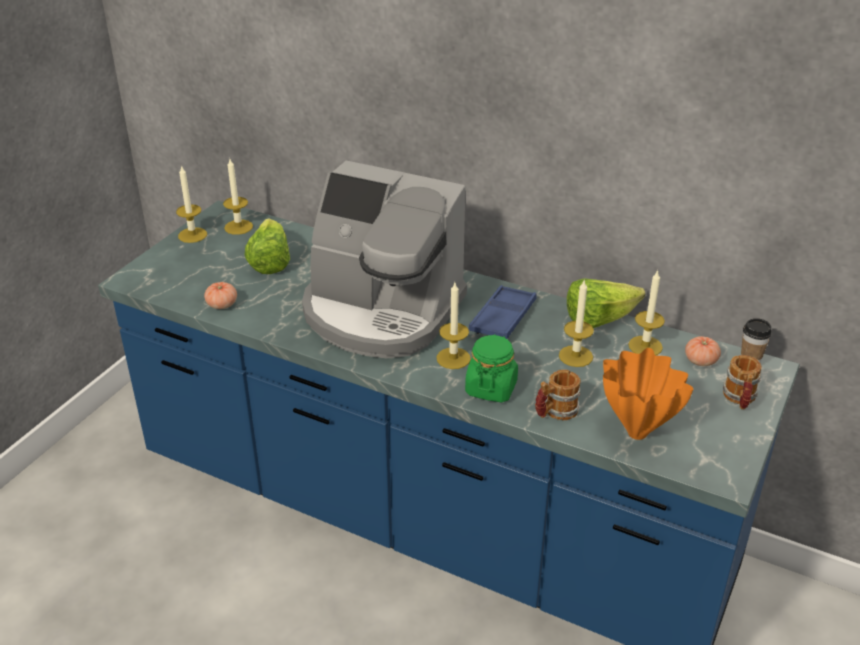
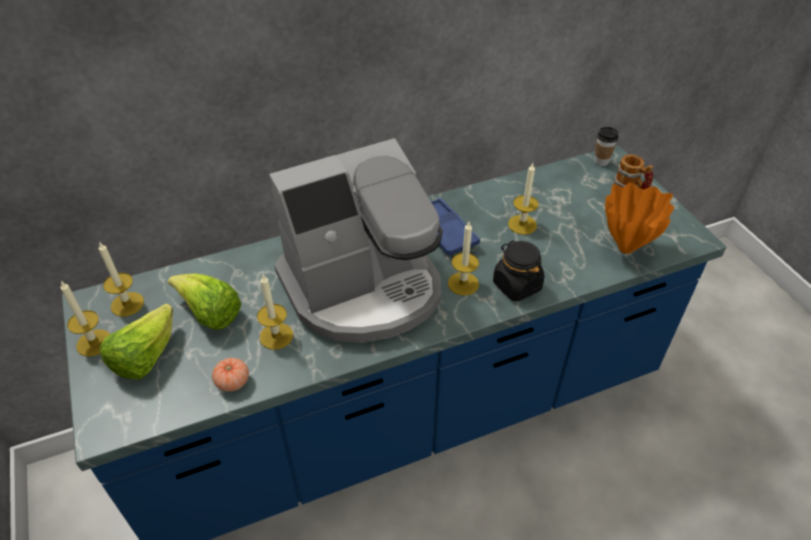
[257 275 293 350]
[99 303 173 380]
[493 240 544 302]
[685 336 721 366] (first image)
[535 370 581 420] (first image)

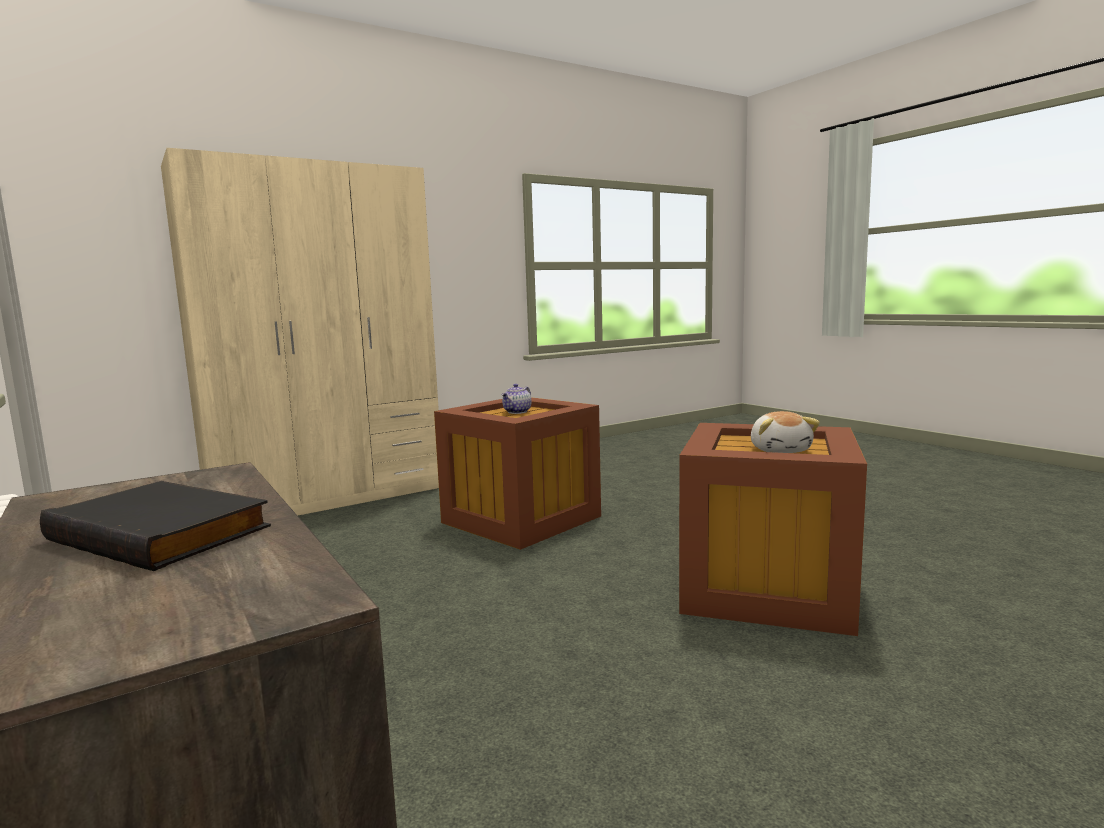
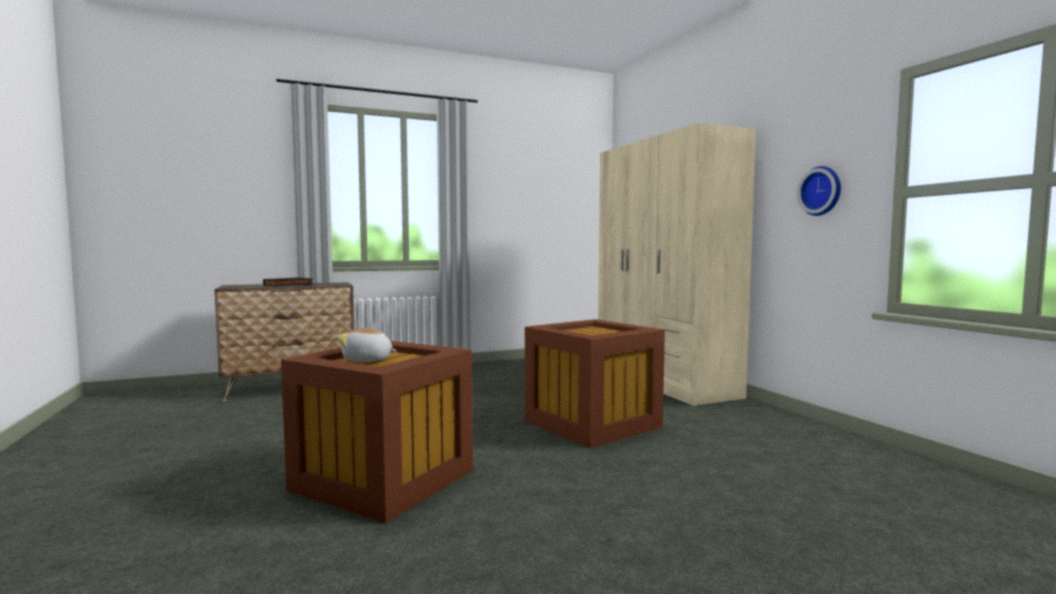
[501 384 531 414] (first image)
[797 166 841 216]

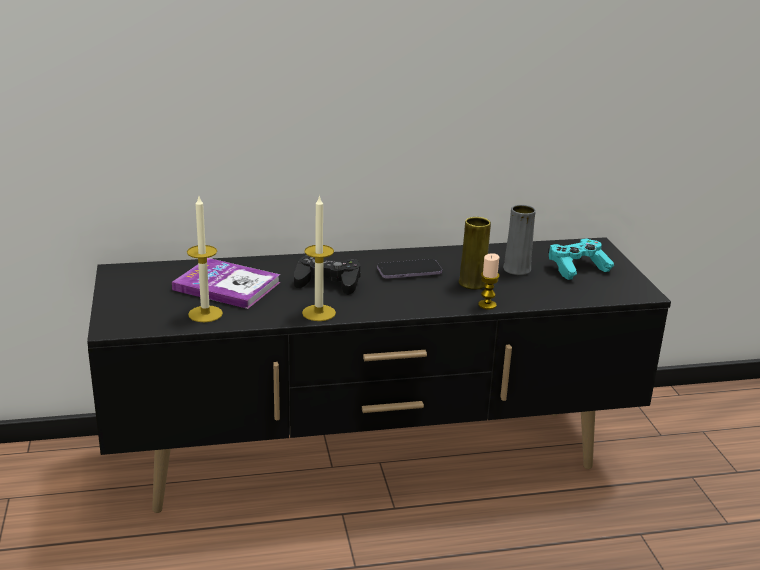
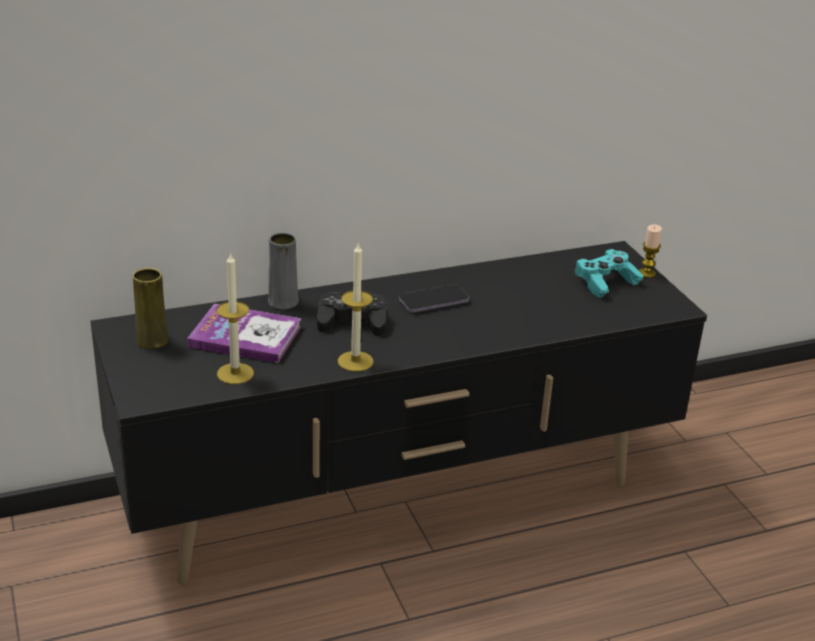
[268 232 299 310]
[133 268 169 349]
[639 224 662 278]

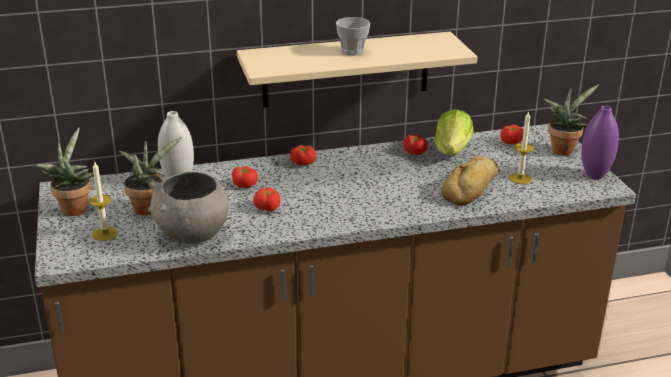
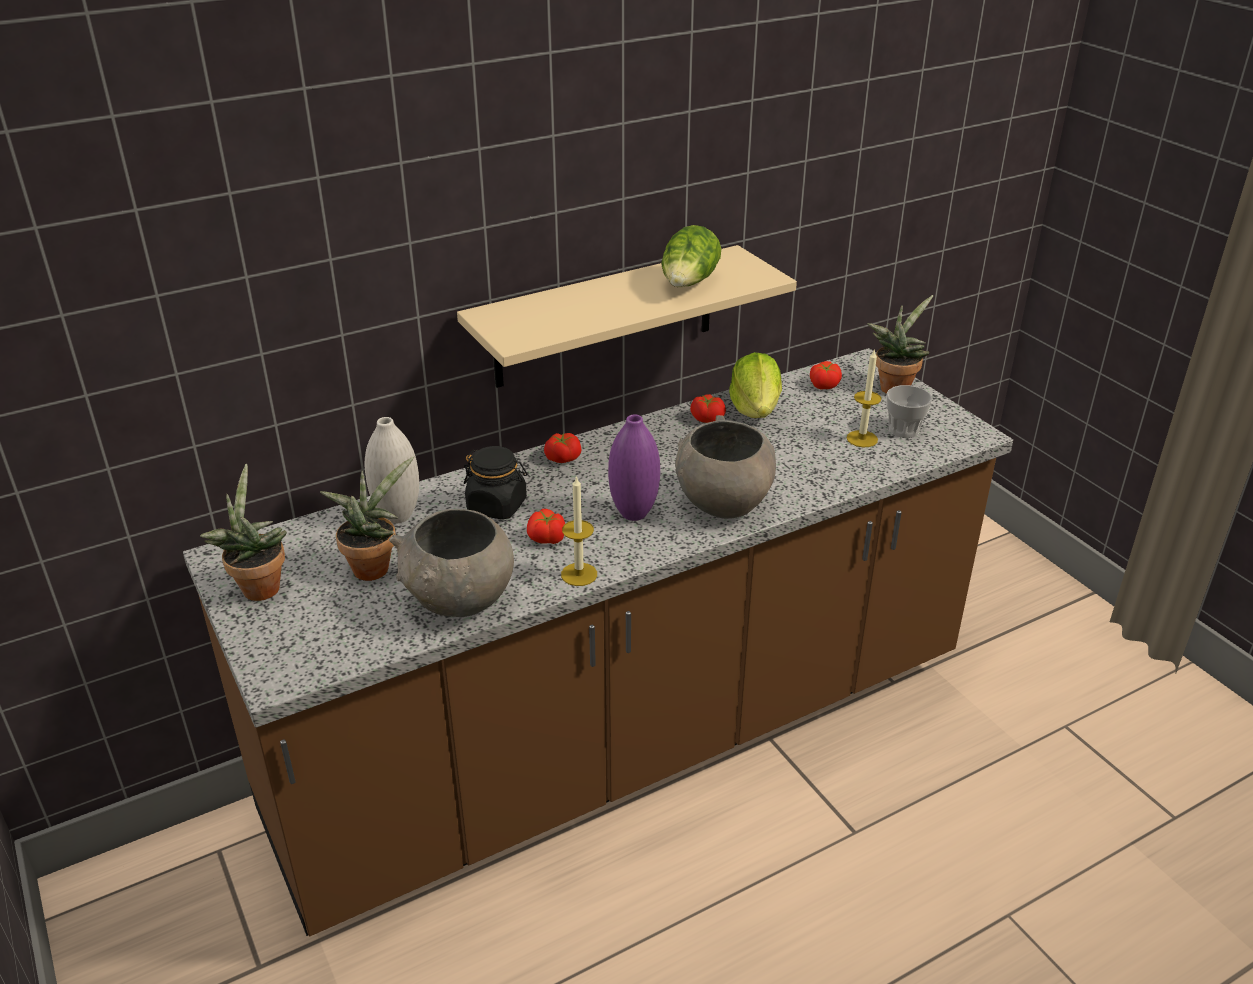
[886 385 933 438]
[608 415 660 521]
[441 156 498 206] (first image)
[561 476 597 586]
[464 446 527 519]
[661 225 721 287]
[675 415 776 519]

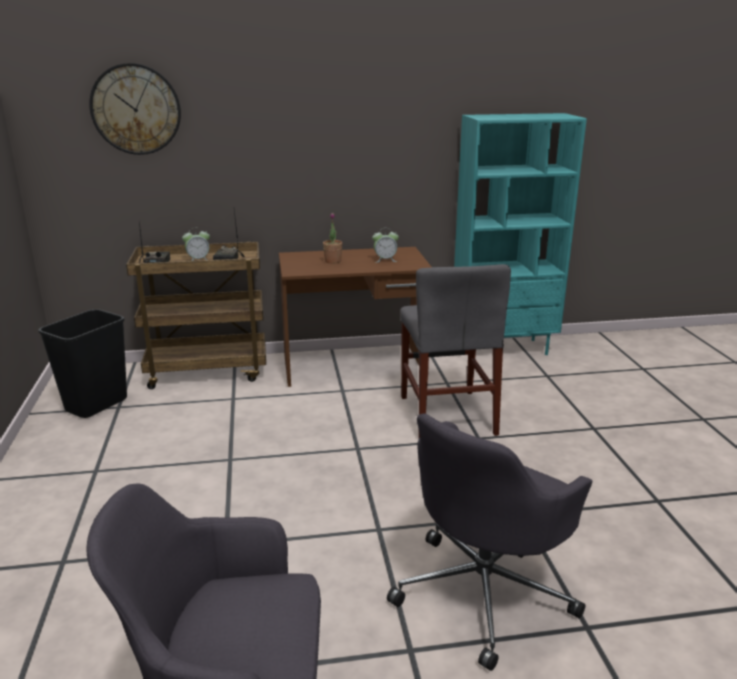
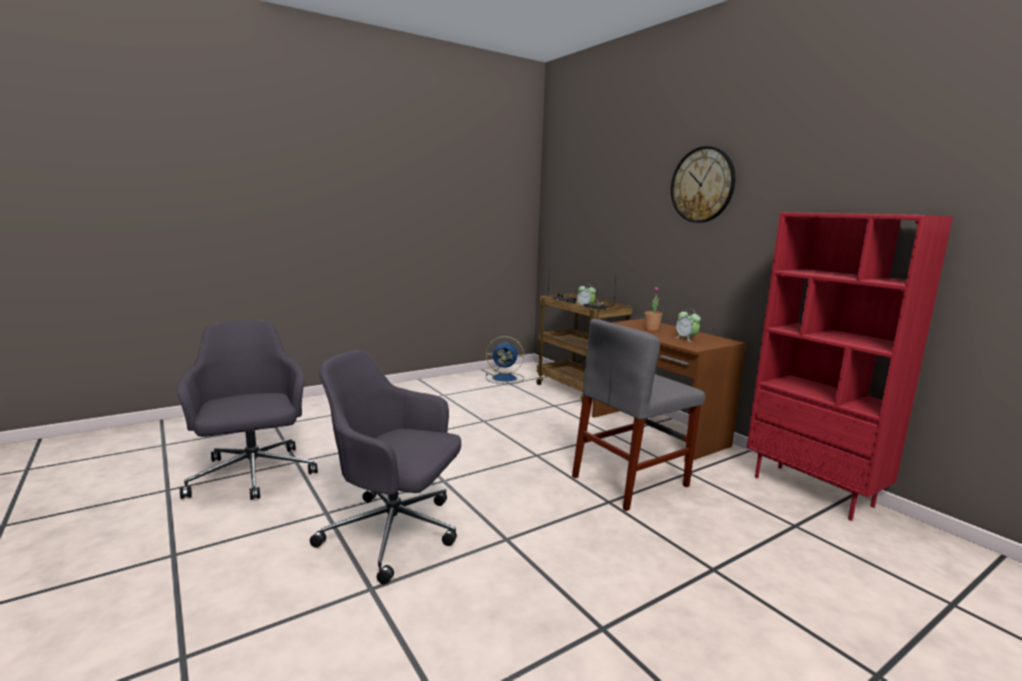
[671 146 735 223]
[747 212 953 521]
[486 336 524 384]

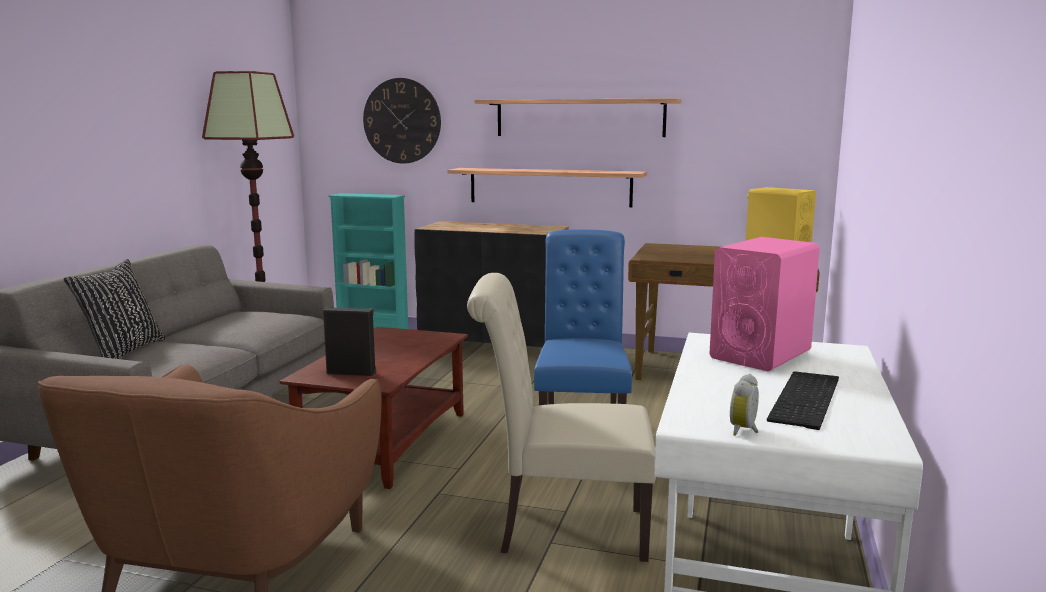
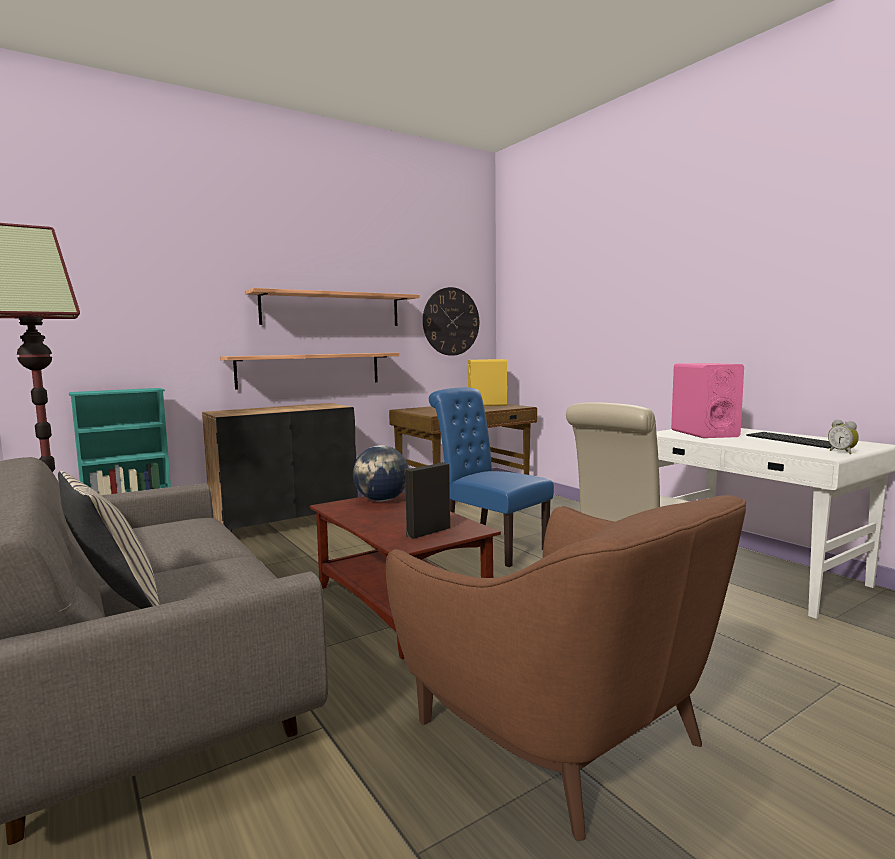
[423 287 479 356]
[58 471 160 609]
[353 445 408 501]

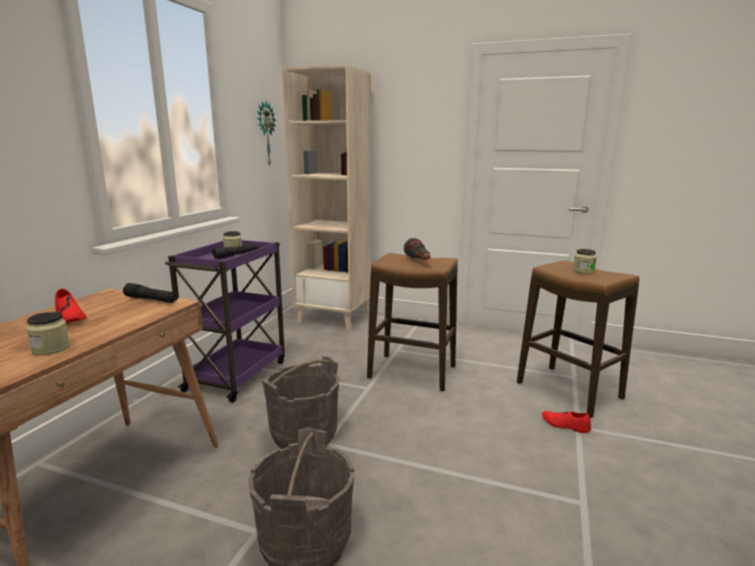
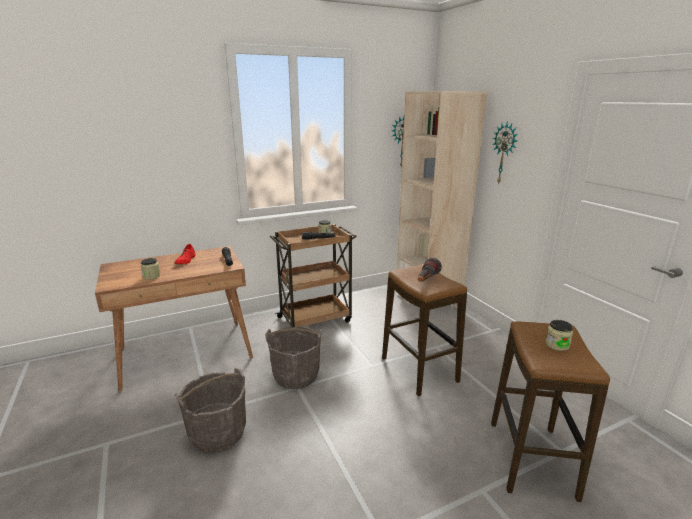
[270 224 357 327]
[542 411 591 433] (first image)
[492 122 518 185]

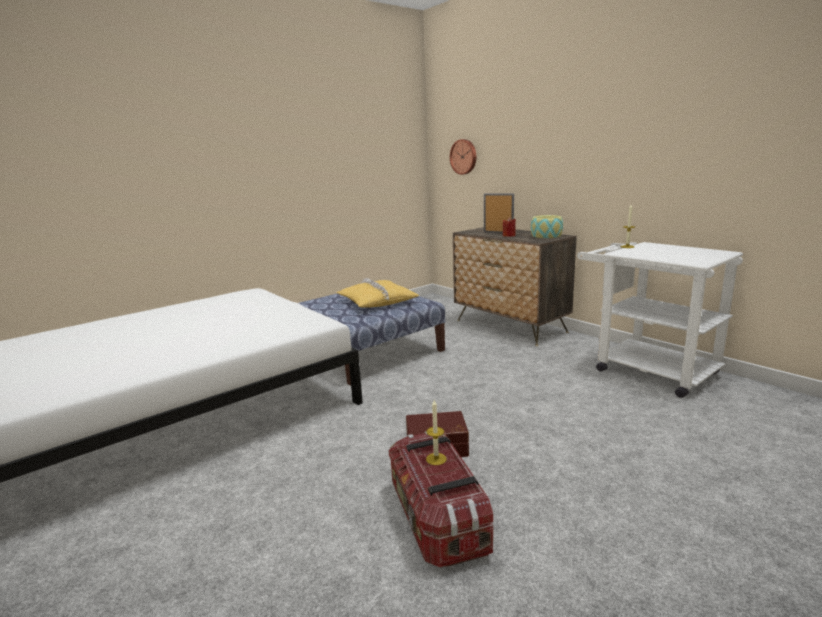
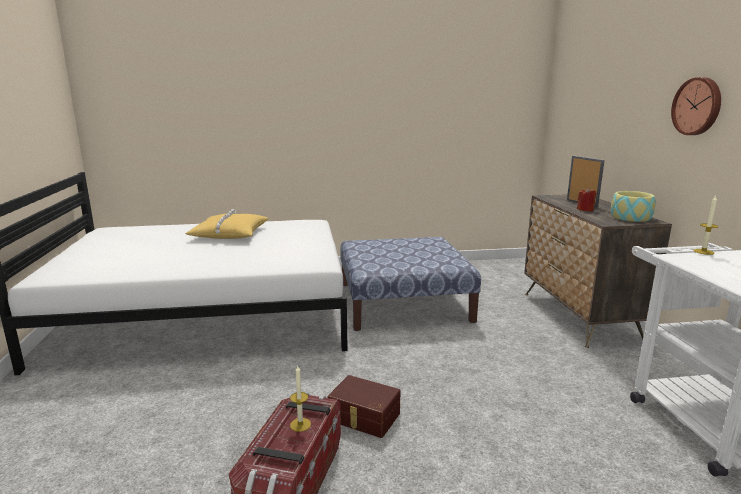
[671 77 721 135]
[185 209 268 239]

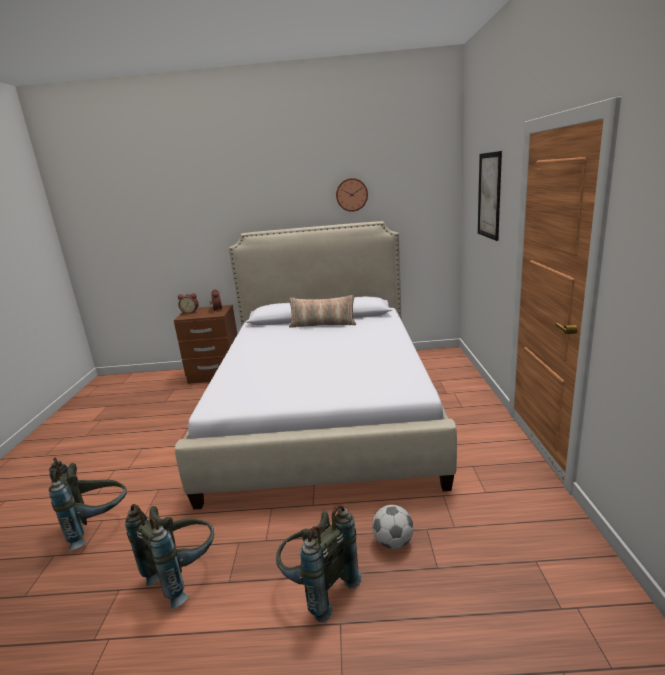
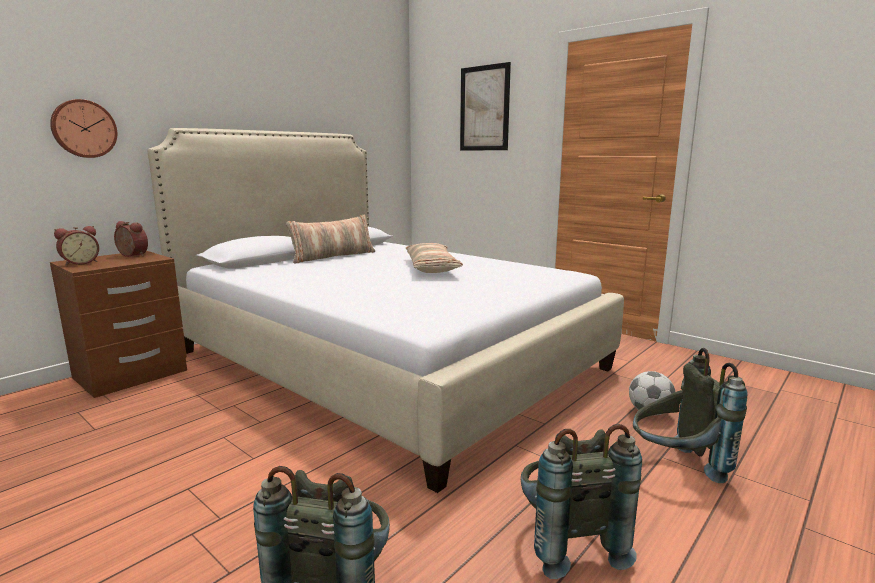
[50 99 117 158]
[406 243 463 273]

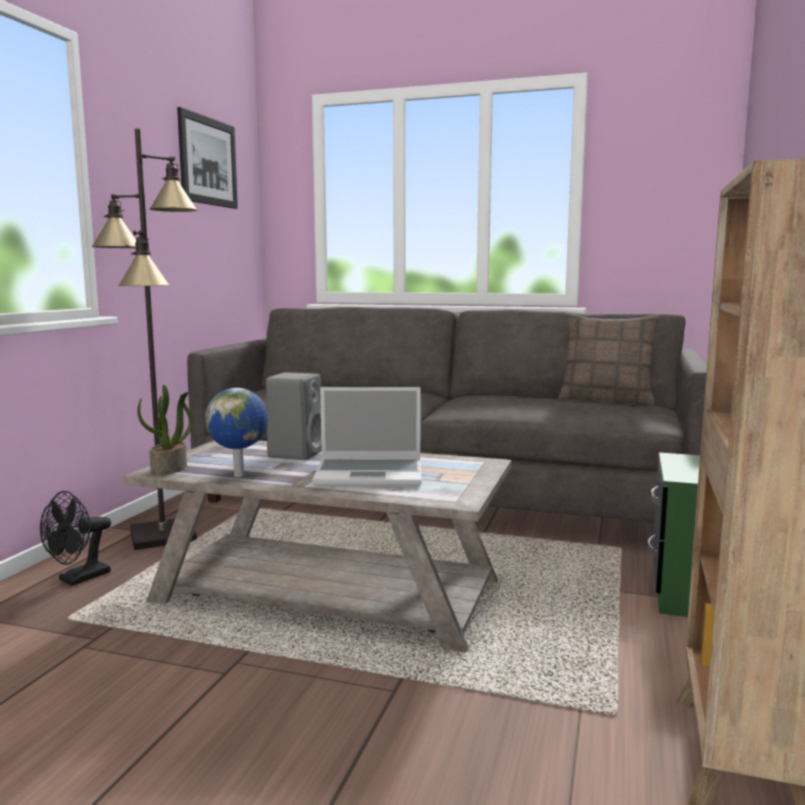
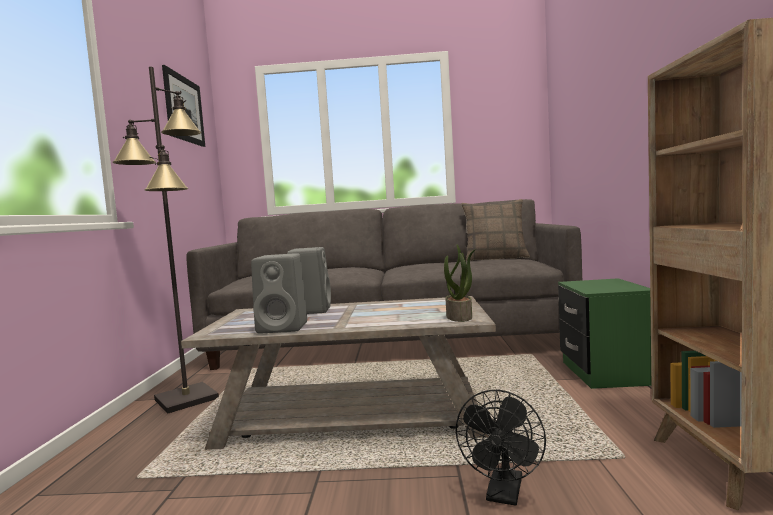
[444 245 476 322]
[312 387 422 487] (first image)
[251 253 307 333]
[455 390 546 506]

